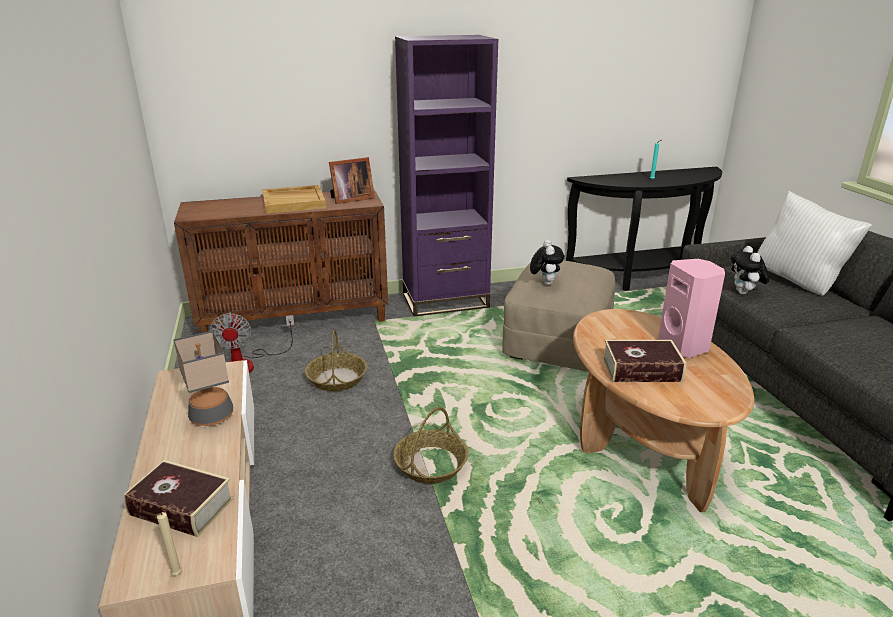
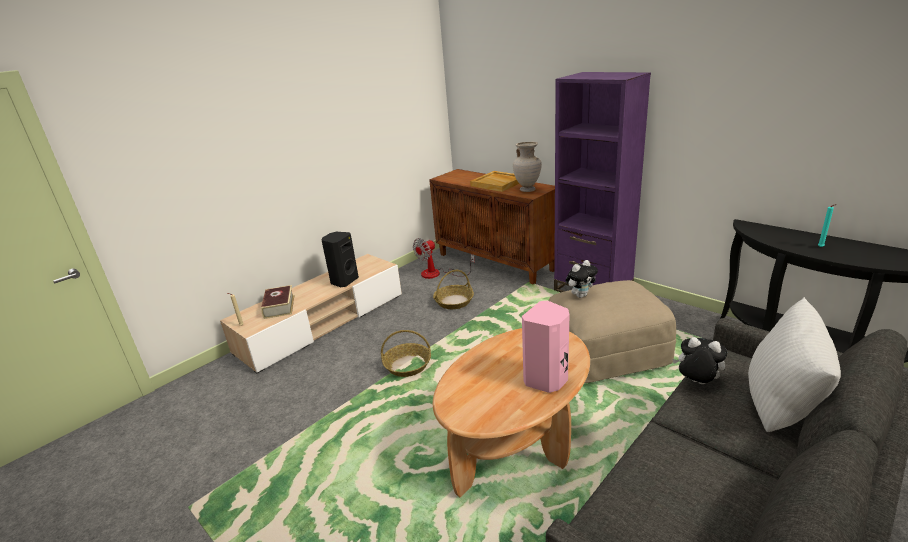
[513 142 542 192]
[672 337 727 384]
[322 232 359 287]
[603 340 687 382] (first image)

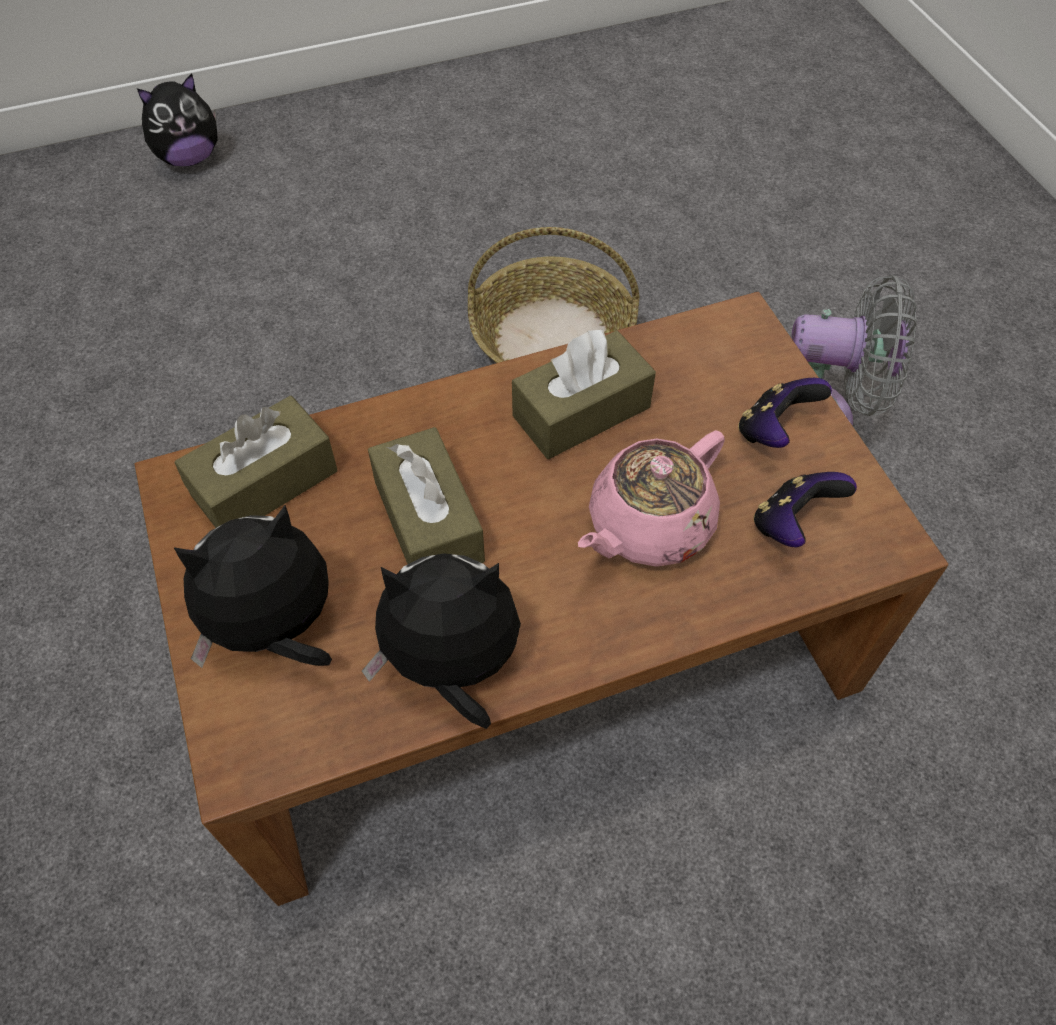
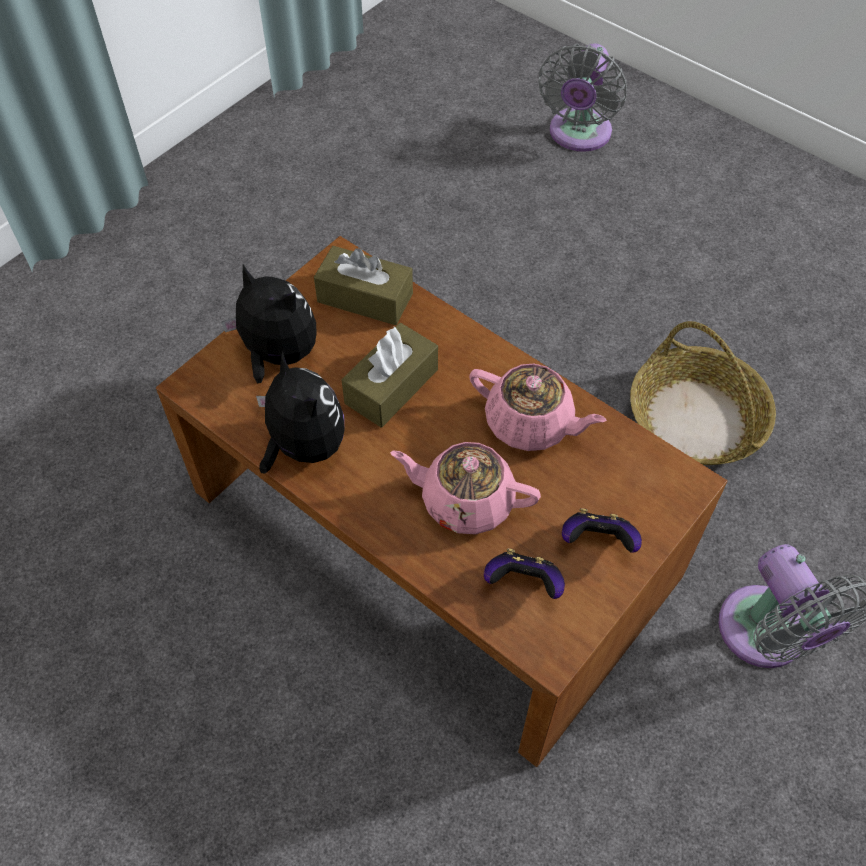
[137 73 218 166] (first image)
[469 364 607 451]
[538 43 627 152]

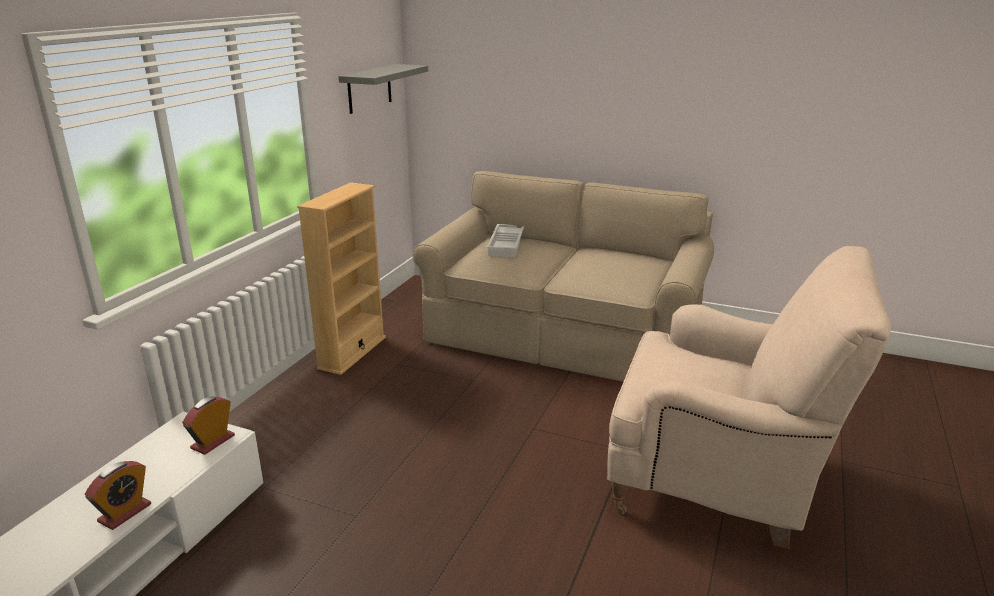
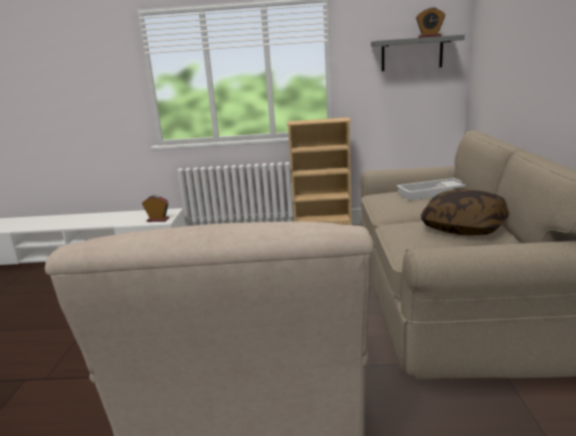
[416 7 445 38]
[421 189 509 236]

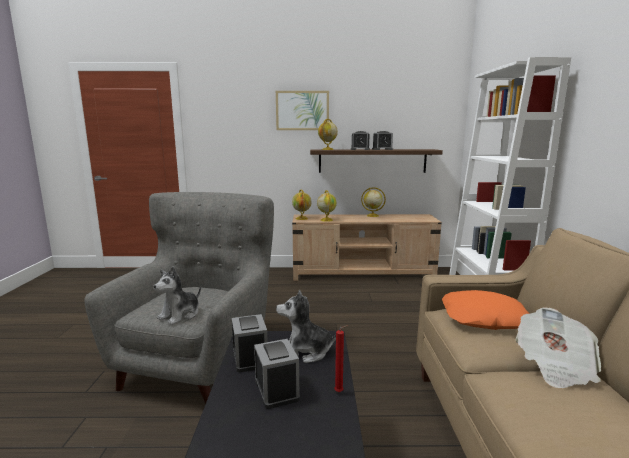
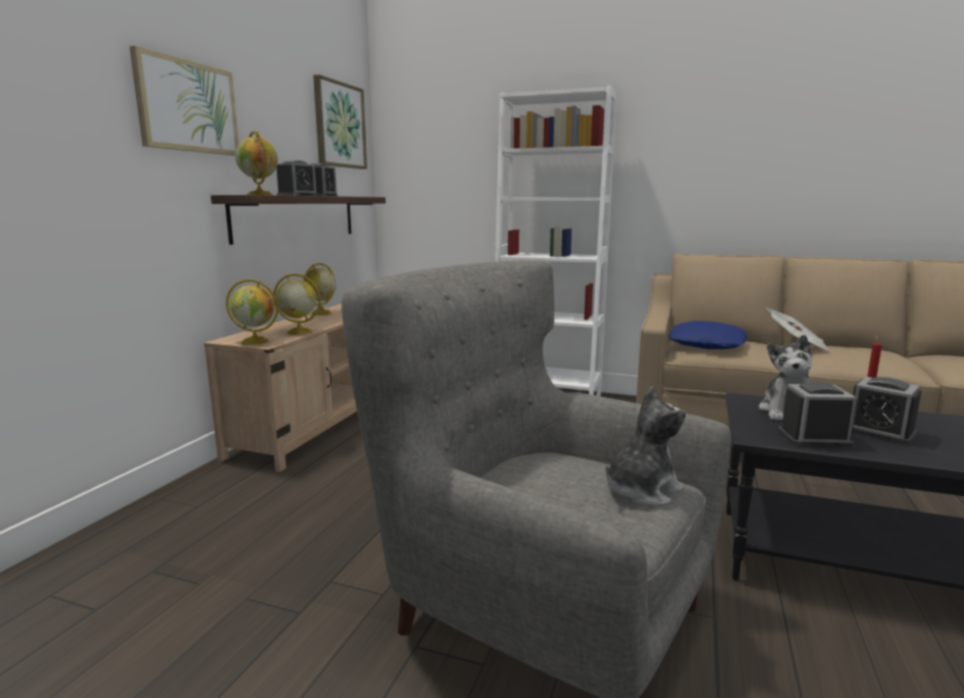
[606 386 686 507]
[668 321 747 349]
[852 377 922 445]
[313 74 367 169]

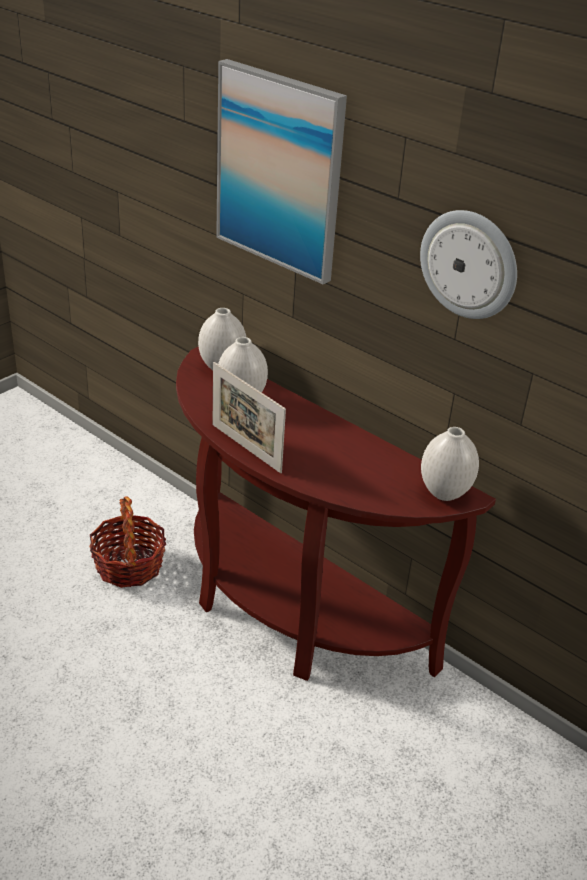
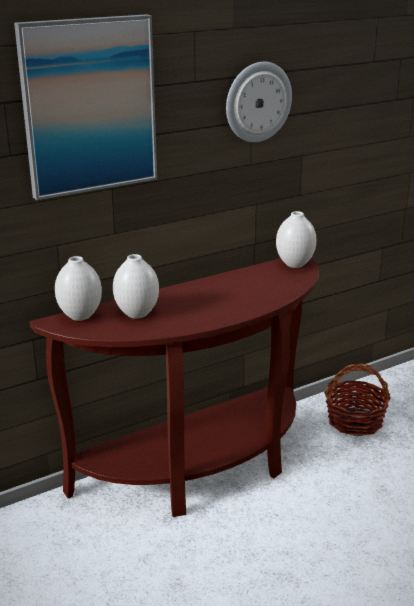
[213 362 286 473] (first image)
[324 364 391 436]

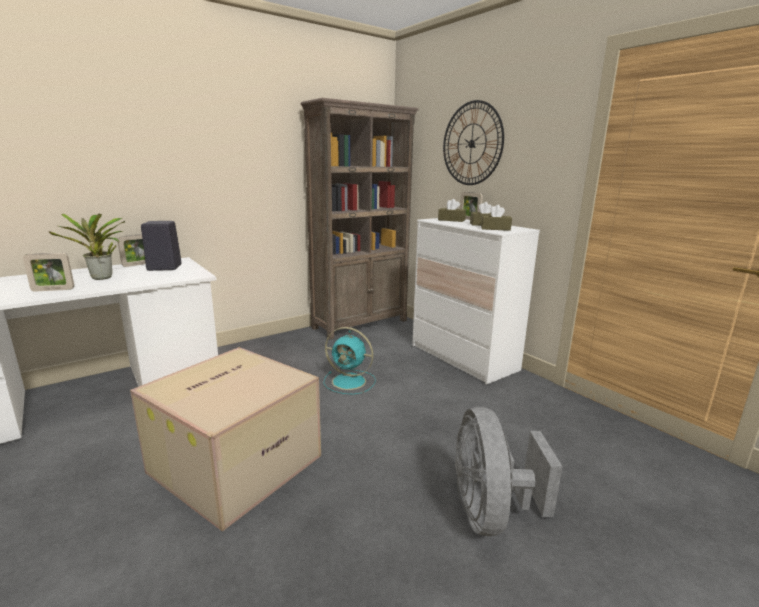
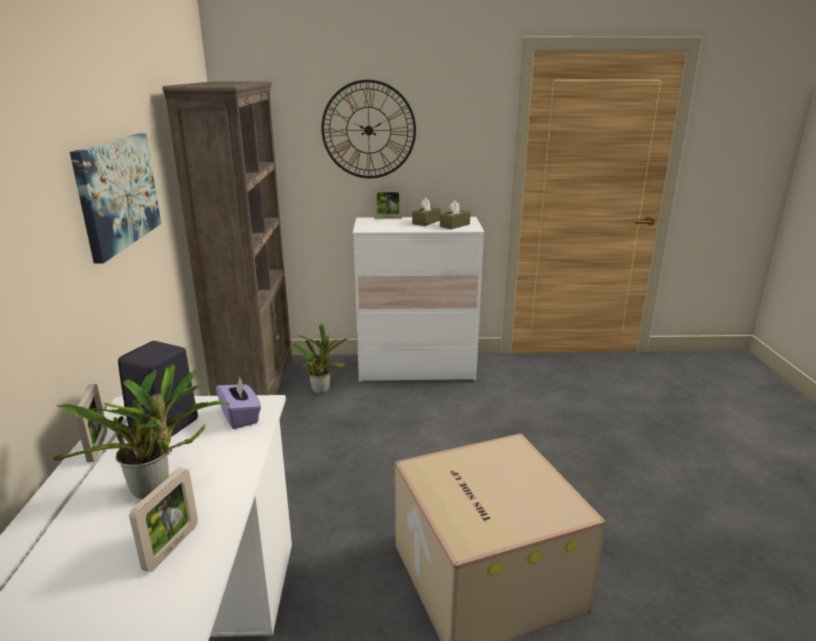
[438 199 466 222] (first image)
[324 327 376 394] (first image)
[455 407 563 536] (first image)
[70 134 161 264]
[293 324 348 394]
[216 377 261 429]

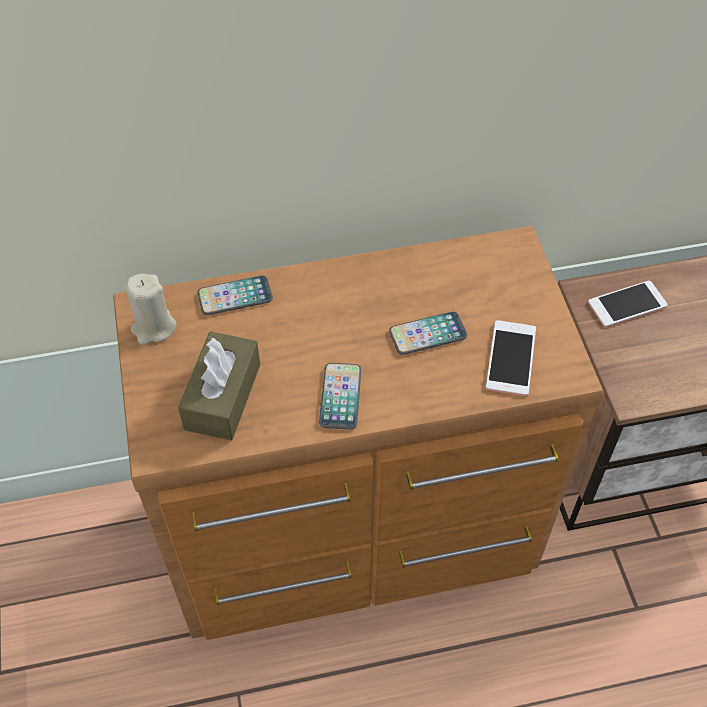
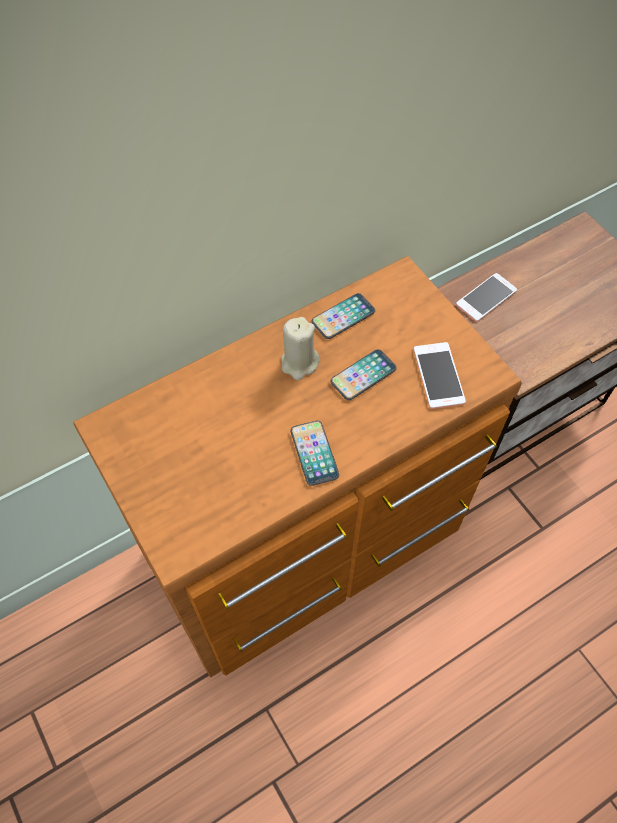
[282 317 319 380]
[312 293 375 339]
[178 331 260 440] (first image)

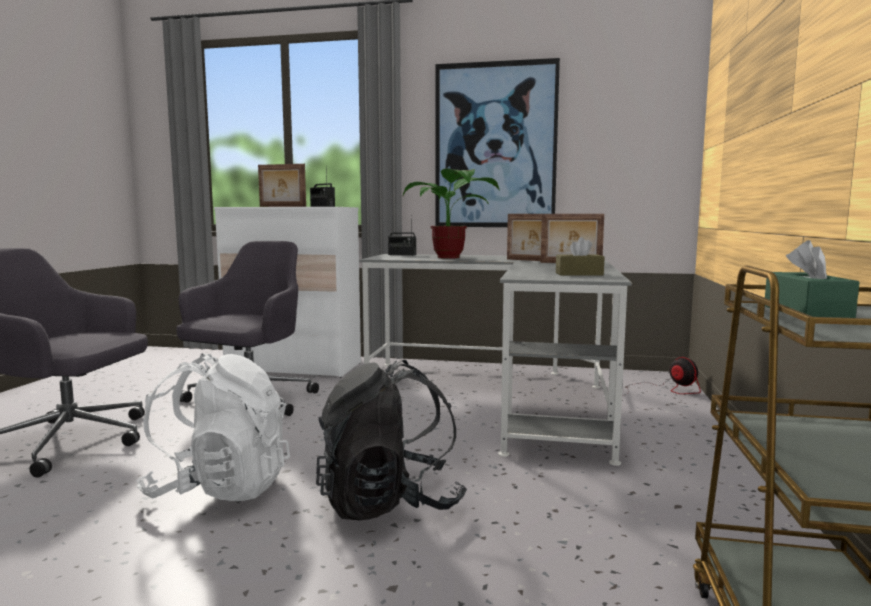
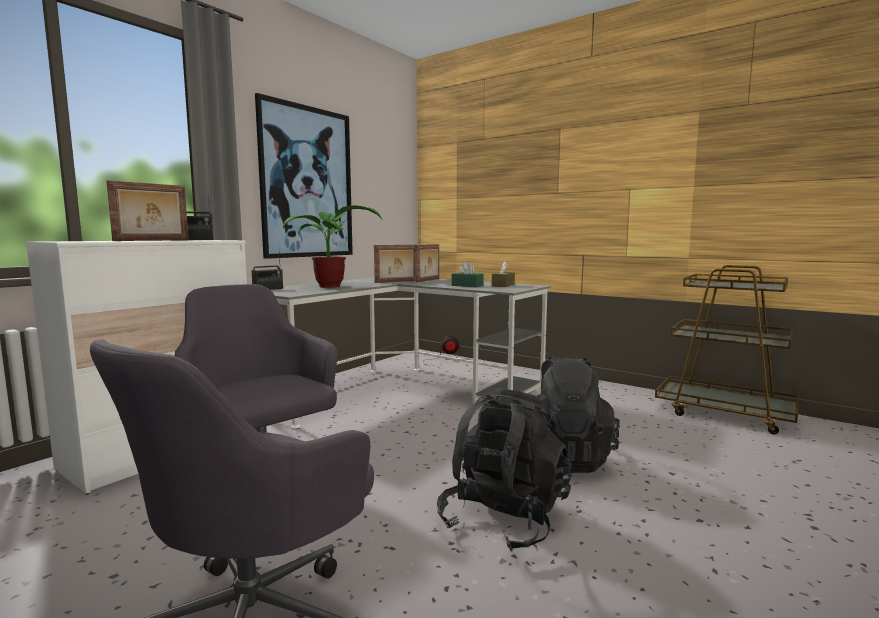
[452 262 484 287]
[437 388 572 551]

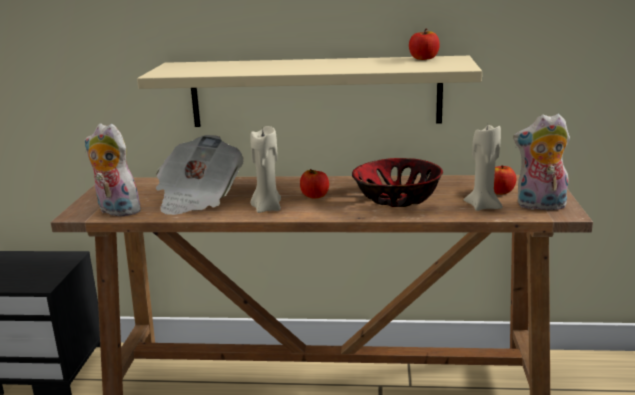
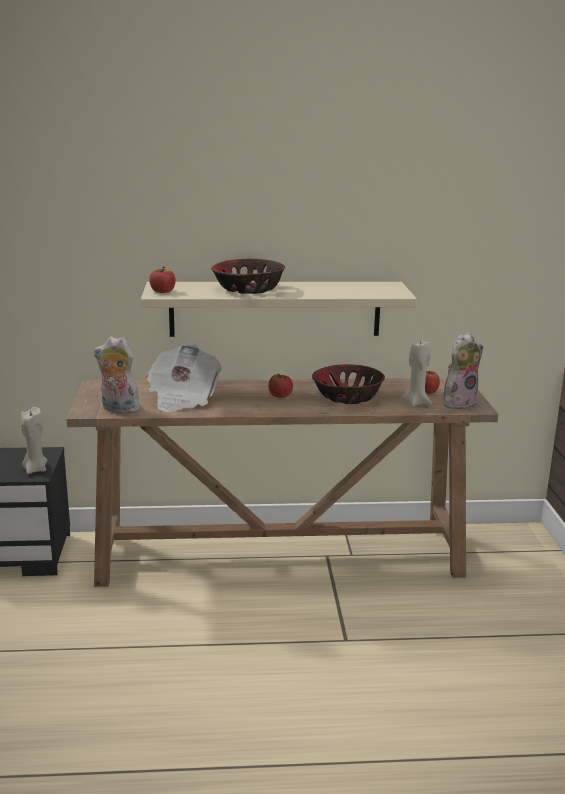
[149 267 175 293]
[443 333 483 409]
[21 407 47 474]
[211 259 285 294]

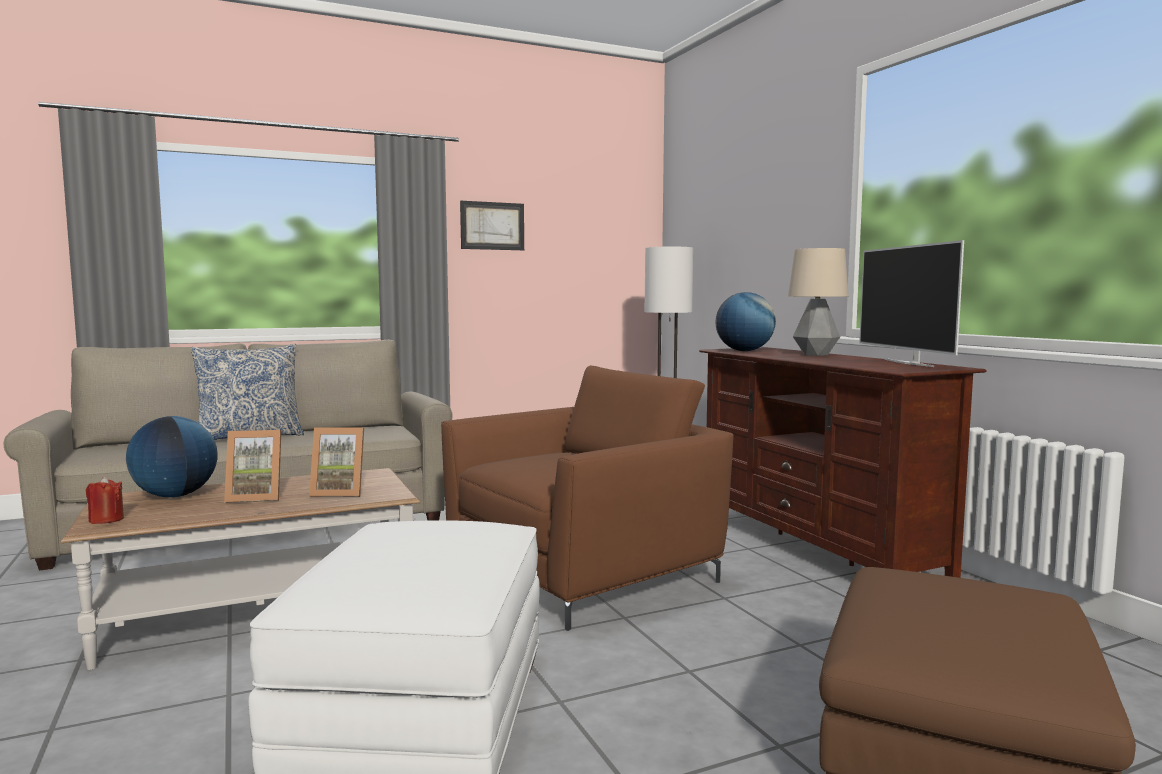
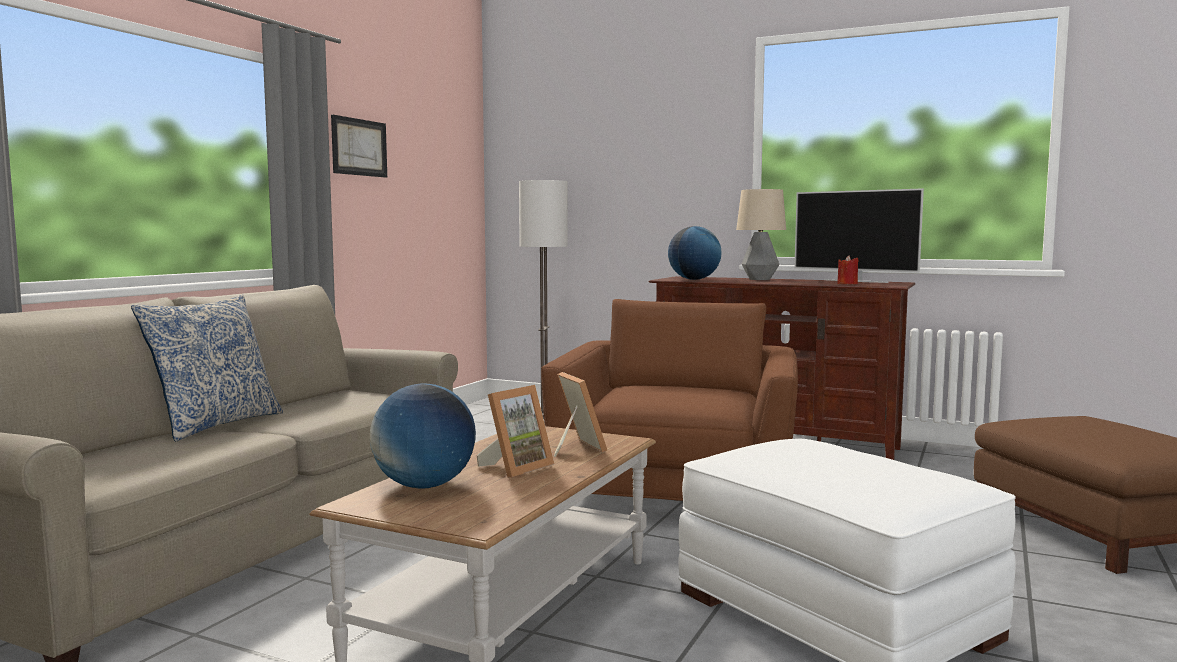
[554 372 607 457]
[837 255 859 284]

